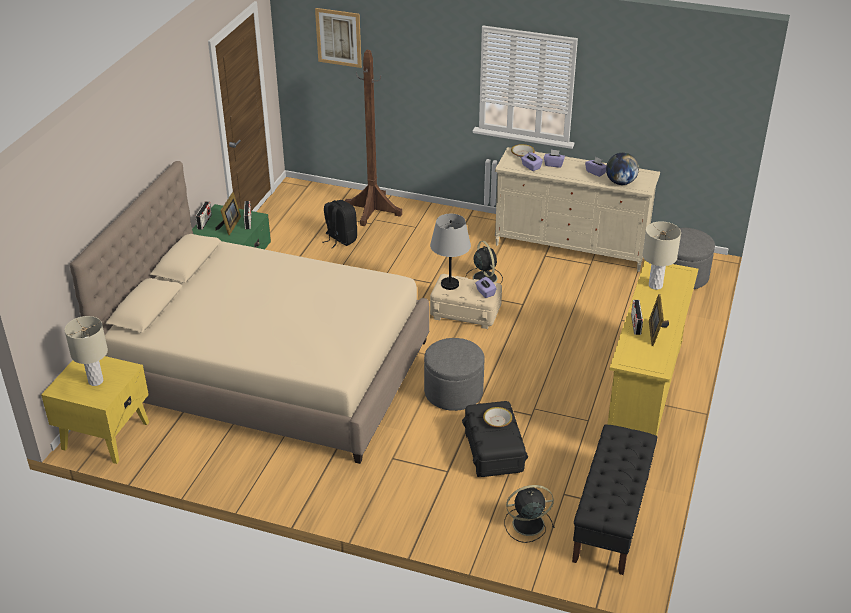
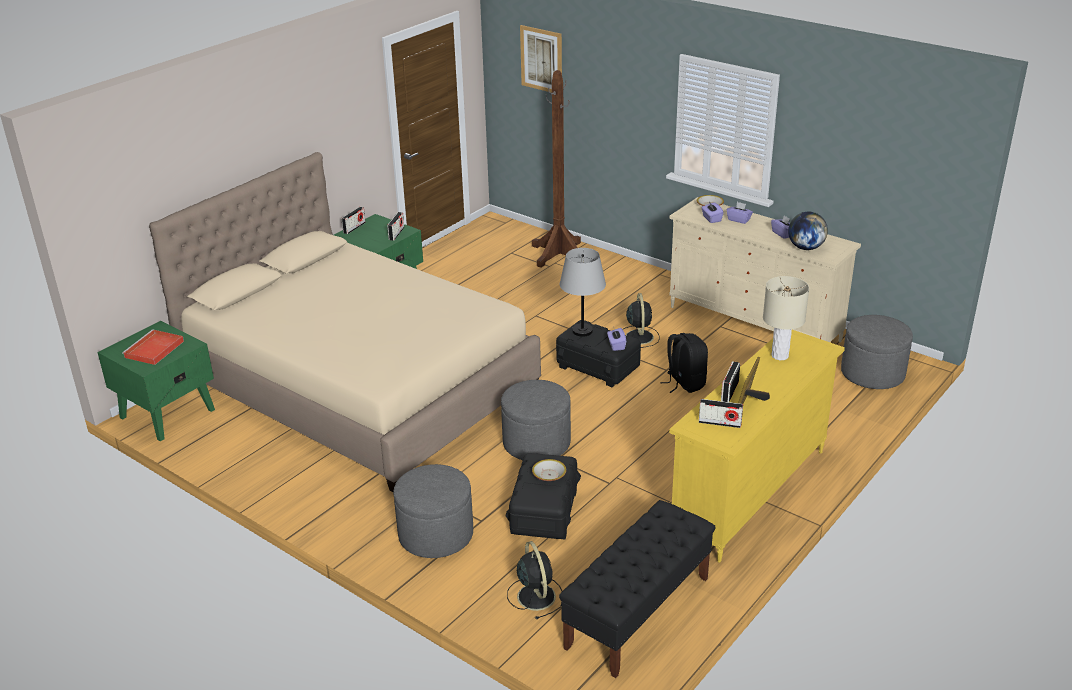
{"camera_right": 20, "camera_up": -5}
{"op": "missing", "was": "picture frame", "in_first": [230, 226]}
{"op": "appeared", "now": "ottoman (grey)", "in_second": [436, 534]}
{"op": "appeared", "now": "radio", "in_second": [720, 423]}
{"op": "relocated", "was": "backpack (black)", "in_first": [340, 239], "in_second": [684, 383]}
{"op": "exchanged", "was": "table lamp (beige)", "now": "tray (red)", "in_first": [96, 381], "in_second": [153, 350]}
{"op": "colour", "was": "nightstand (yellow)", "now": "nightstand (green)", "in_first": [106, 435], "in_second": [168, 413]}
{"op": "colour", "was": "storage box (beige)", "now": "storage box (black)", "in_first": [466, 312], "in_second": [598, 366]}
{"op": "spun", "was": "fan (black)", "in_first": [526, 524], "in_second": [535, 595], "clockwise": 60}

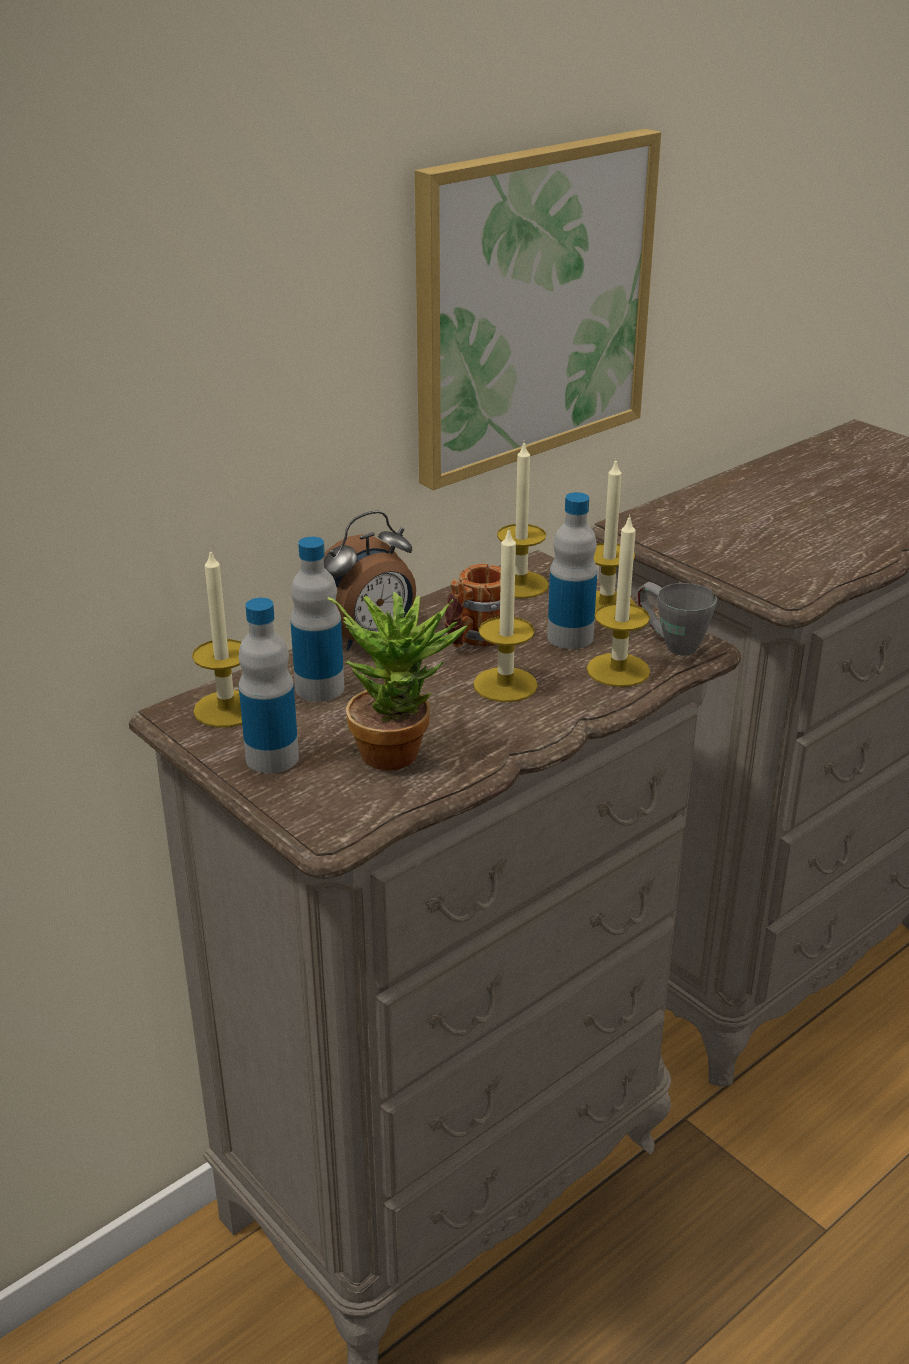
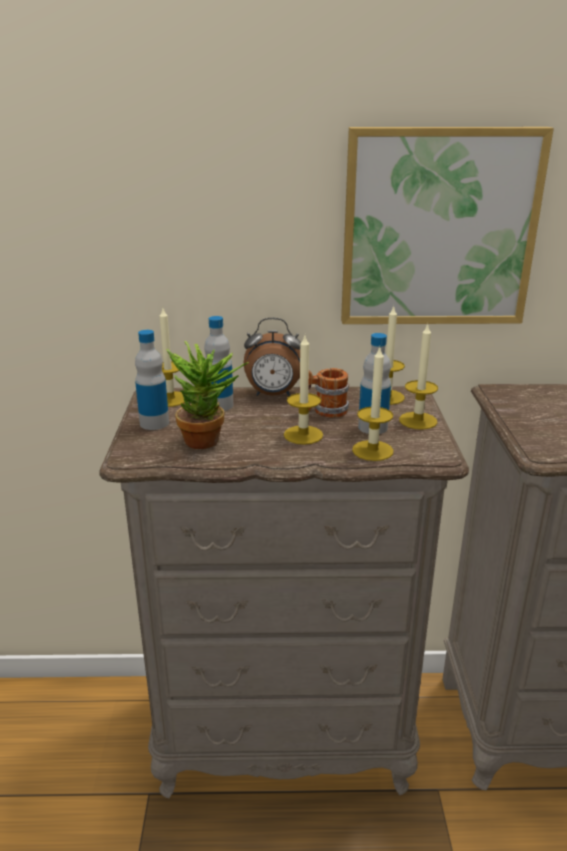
{"camera_right": 40, "camera_up": -5}
{"op": "missing", "was": "mug (grey)", "in_first": [670, 643]}

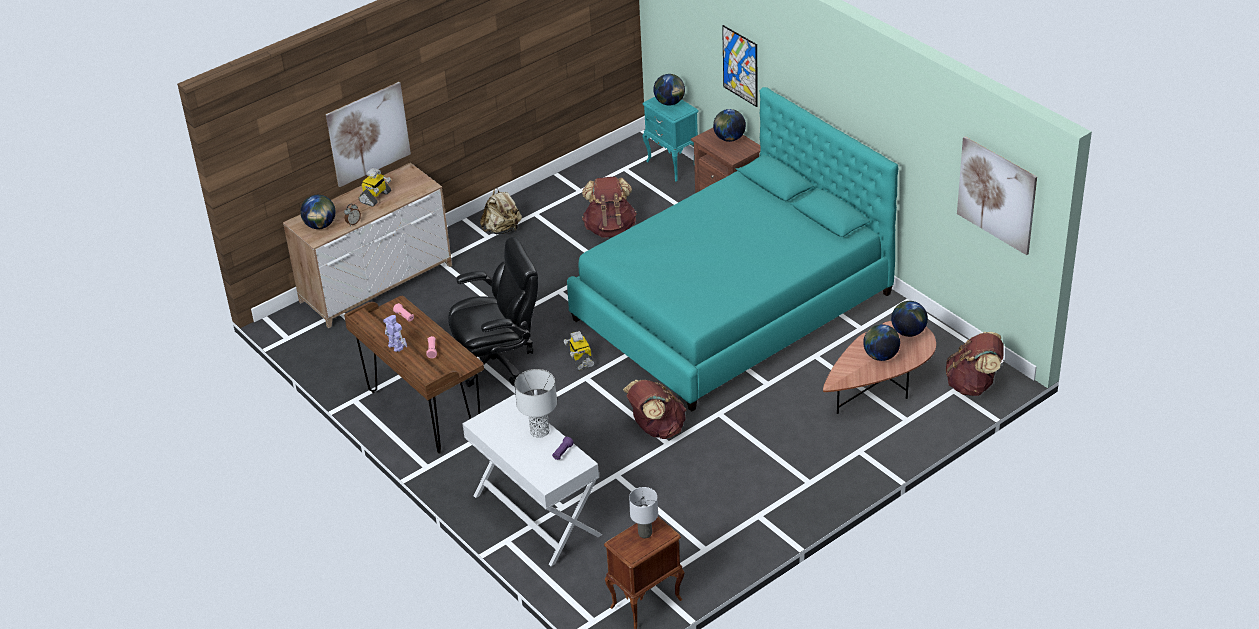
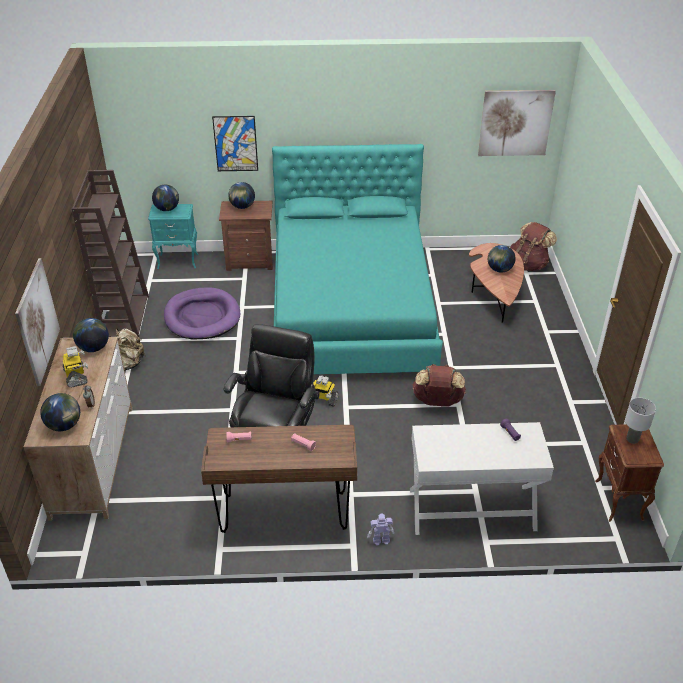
{"camera_right": -55, "camera_up": 0}
{"op": "missing", "was": "table lamp (white)", "in_first": [539, 431]}
{"op": "appeared", "now": "bookcase (brown)", "in_second": [125, 316]}
{"op": "relocated", "was": "toy robot", "in_first": [396, 346], "in_second": [380, 540]}
{"op": "relocated", "was": "globe", "in_first": [908, 332], "in_second": [93, 348]}
{"op": "exchanged", "was": "backpack (brown)", "now": "dog bed (purple)", "in_first": [610, 228], "in_second": [202, 317]}

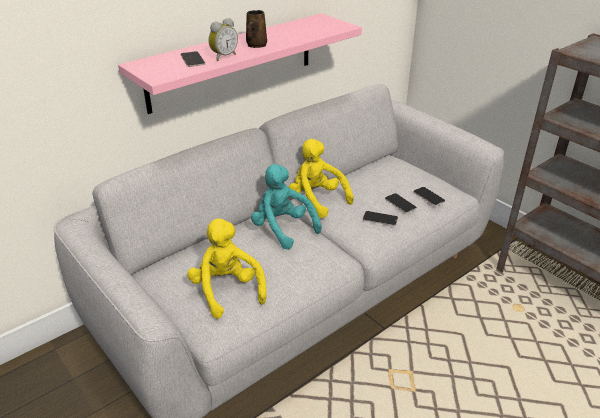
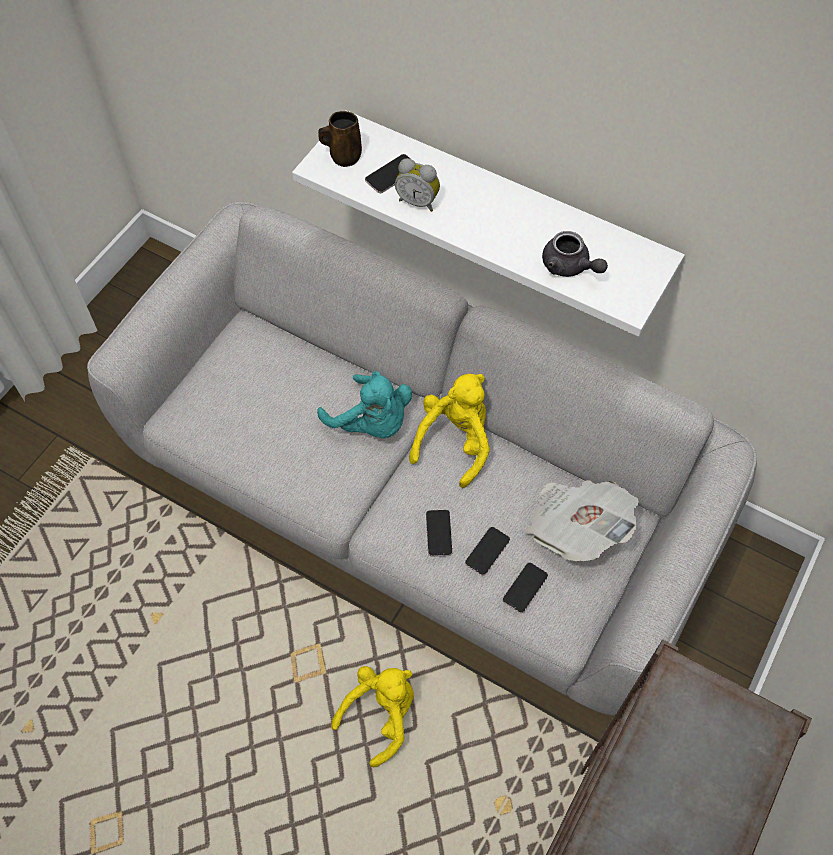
{"camera_right": 70, "camera_up": 25}
{"op": "appeared", "now": "newspaper", "in_second": [576, 527]}
{"op": "appeared", "now": "teapot (grey)", "in_second": [569, 267]}
{"op": "relocated", "was": "plush toy (yellow)", "in_first": [227, 290], "in_second": [381, 714]}
{"op": "relocated", "was": "mug (brown)", "in_first": [256, 45], "in_second": [343, 156]}
{"op": "colour", "was": "shelf (pink)", "now": "shelf (white)", "in_first": [232, 62], "in_second": [504, 207]}
{"op": "spun", "was": "plush toy (turquoise)", "in_first": [282, 229], "in_second": [371, 423], "clockwise": 105}

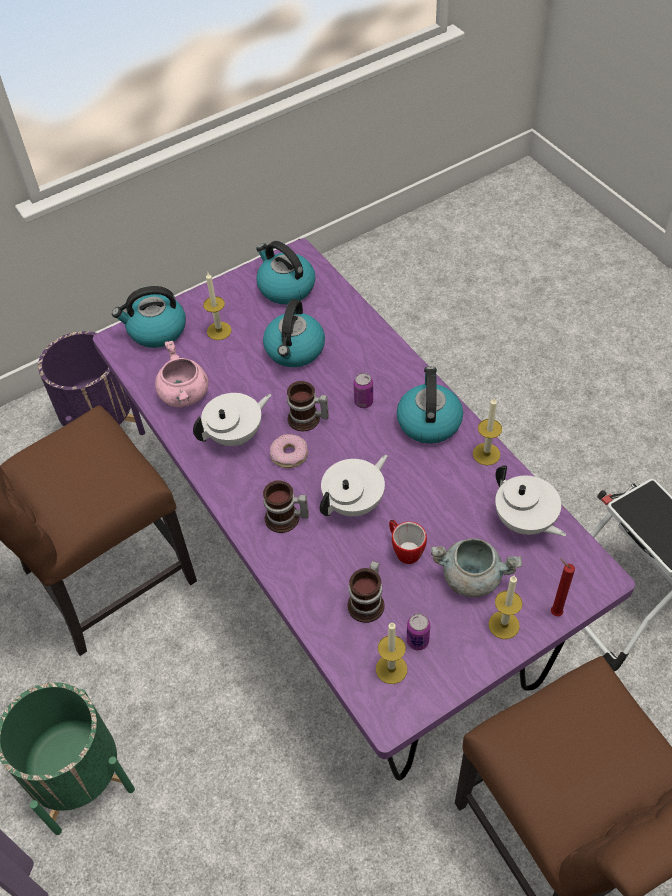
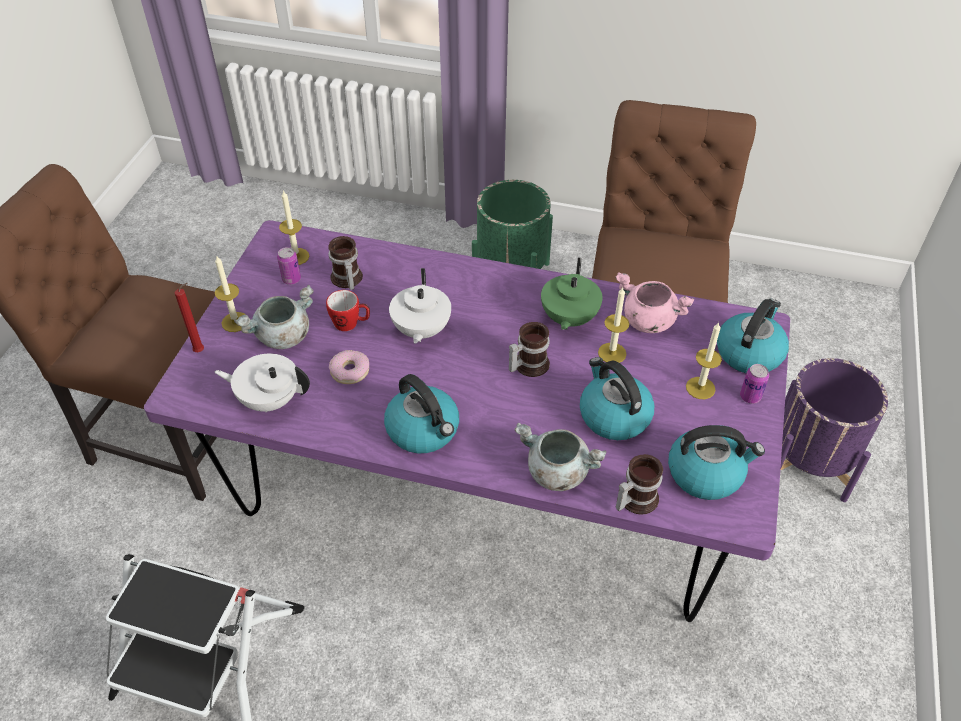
{"camera_right": 135, "camera_up": -5}
{"op": "appeared", "now": "cooking pot (grey)", "in_second": [556, 472]}
{"op": "relocated", "was": "mug", "in_first": [285, 520], "in_second": [634, 498]}
{"op": "relocated", "was": "donut", "in_first": [289, 455], "in_second": [350, 371]}
{"op": "relocated", "was": "can", "in_first": [363, 402], "in_second": [750, 397]}
{"op": "relocated", "was": "candle", "in_first": [486, 454], "in_second": [612, 353]}
{"op": "colour", "was": "teapot (white)", "now": "teapot (green)", "in_first": [236, 435], "in_second": [568, 319]}

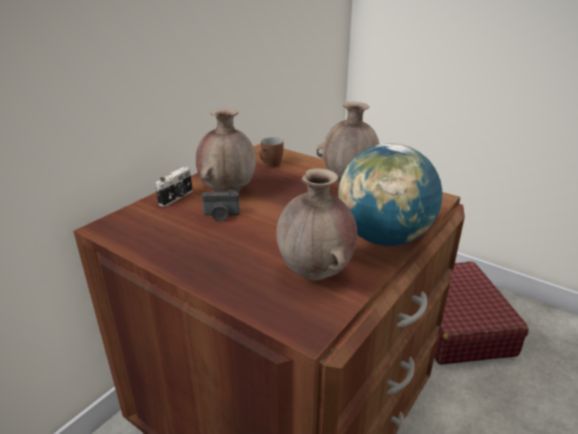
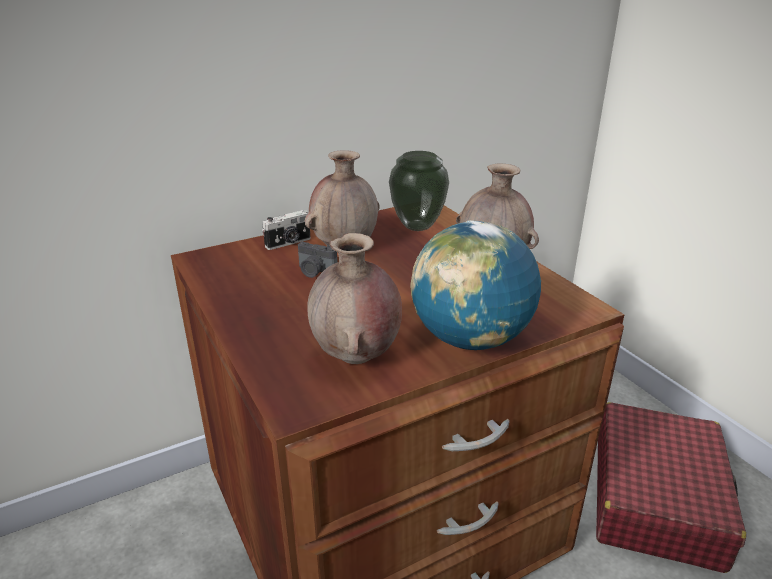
{"camera_right": 25, "camera_up": 0}
{"op": "exchanged", "was": "mug (brown)", "now": "vase", "in_first": [270, 165], "in_second": [417, 227]}

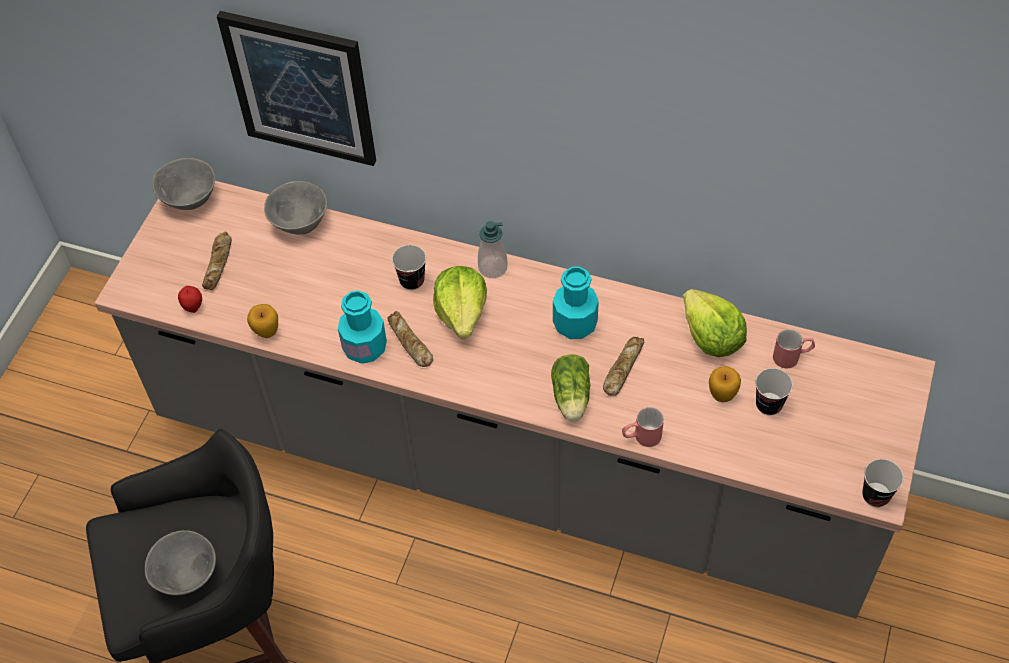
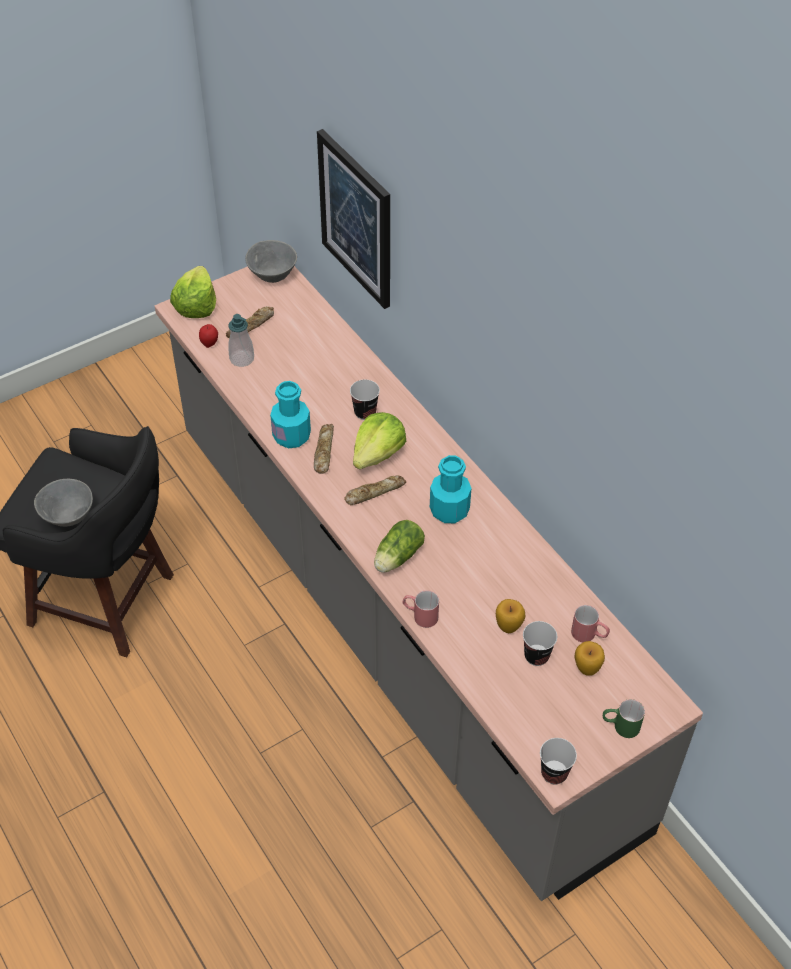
{"camera_right": 35, "camera_up": -5}
{"op": "missing", "was": "bowl (grey)", "in_first": [300, 221]}
{"op": "appeared", "now": "mug (green)", "in_second": [620, 726]}
{"op": "relocated", "was": "apple", "in_first": [266, 332], "in_second": [587, 668]}
{"op": "relocated", "was": "soap dispenser", "in_first": [492, 267], "in_second": [242, 359]}
{"op": "relocated", "was": "bread", "in_first": [622, 368], "in_second": [374, 492]}
{"op": "relocated", "was": "lettuce", "in_first": [711, 337], "in_second": [195, 305]}

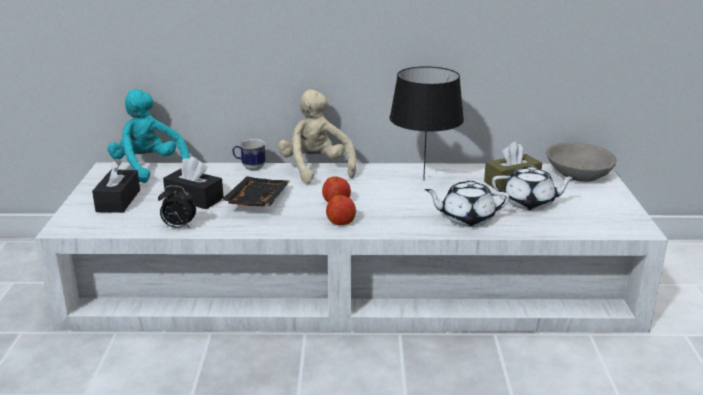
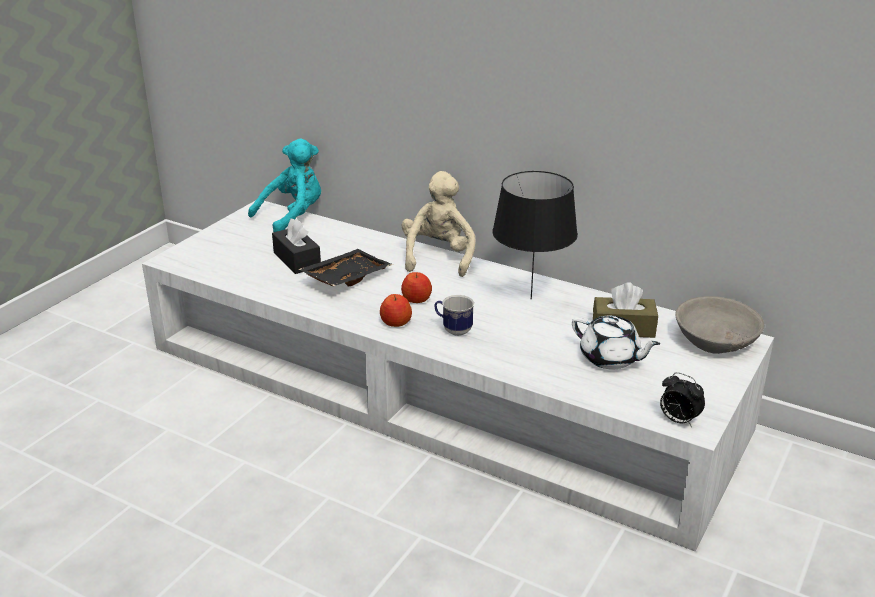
{"camera_right": 30, "camera_up": 5}
{"op": "missing", "was": "tissue box (black)", "in_first": [118, 201]}
{"op": "missing", "was": "teapot (white)", "in_first": [466, 218]}
{"op": "relocated", "was": "alarm clock", "in_first": [178, 227], "in_second": [678, 420]}
{"op": "relocated", "was": "mug", "in_first": [250, 167], "in_second": [453, 329]}
{"op": "spun", "was": "plush toy (turquoise)", "in_first": [149, 168], "in_second": [293, 217], "clockwise": 60}

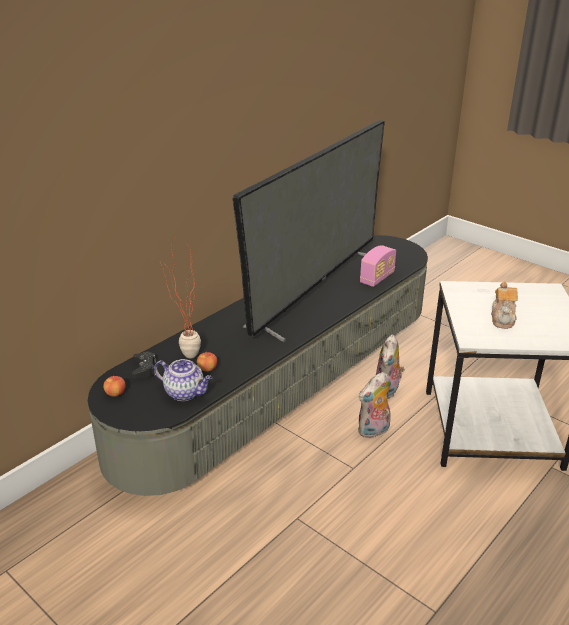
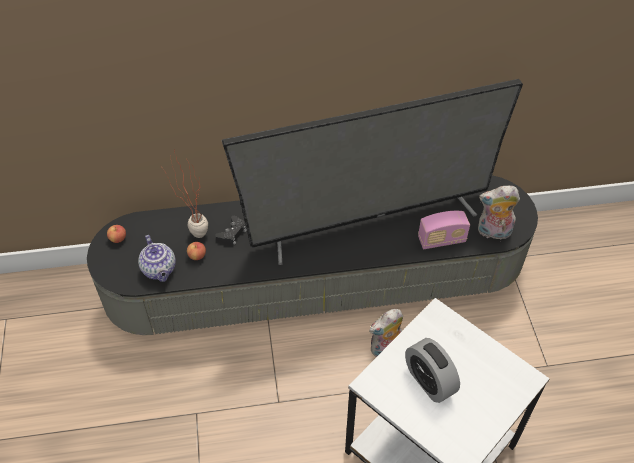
{"camera_right": 40, "camera_up": 20}
{"op": "relocated", "was": "game controller (black)", "in_first": [144, 369], "in_second": [232, 233]}
{"op": "relocated", "was": "plush toy", "in_first": [374, 431], "in_second": [493, 232]}
{"op": "exchanged", "was": "teapot", "now": "alarm clock", "in_first": [503, 319], "in_second": [429, 381]}

